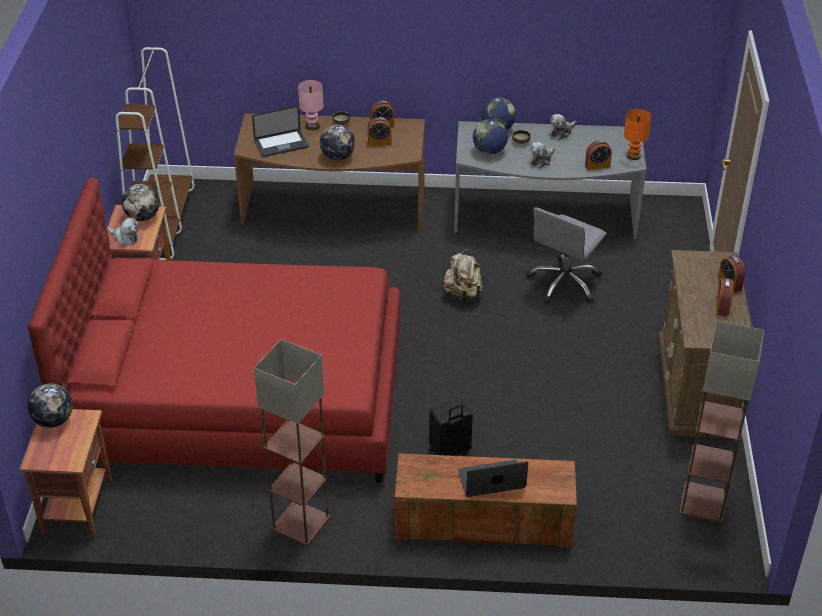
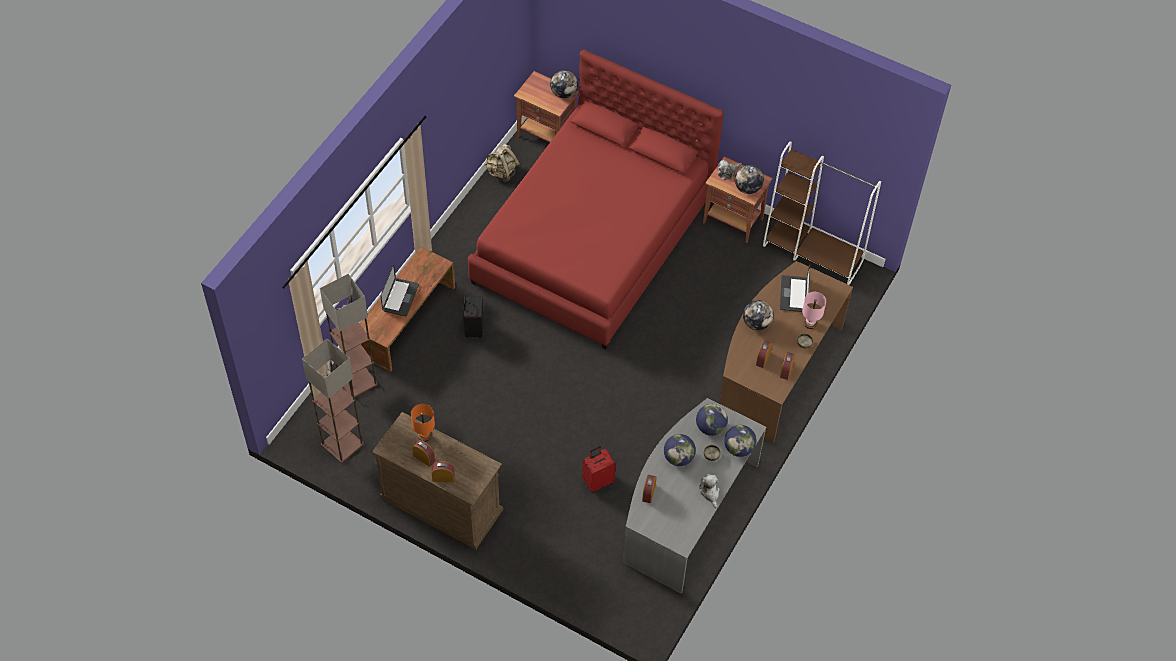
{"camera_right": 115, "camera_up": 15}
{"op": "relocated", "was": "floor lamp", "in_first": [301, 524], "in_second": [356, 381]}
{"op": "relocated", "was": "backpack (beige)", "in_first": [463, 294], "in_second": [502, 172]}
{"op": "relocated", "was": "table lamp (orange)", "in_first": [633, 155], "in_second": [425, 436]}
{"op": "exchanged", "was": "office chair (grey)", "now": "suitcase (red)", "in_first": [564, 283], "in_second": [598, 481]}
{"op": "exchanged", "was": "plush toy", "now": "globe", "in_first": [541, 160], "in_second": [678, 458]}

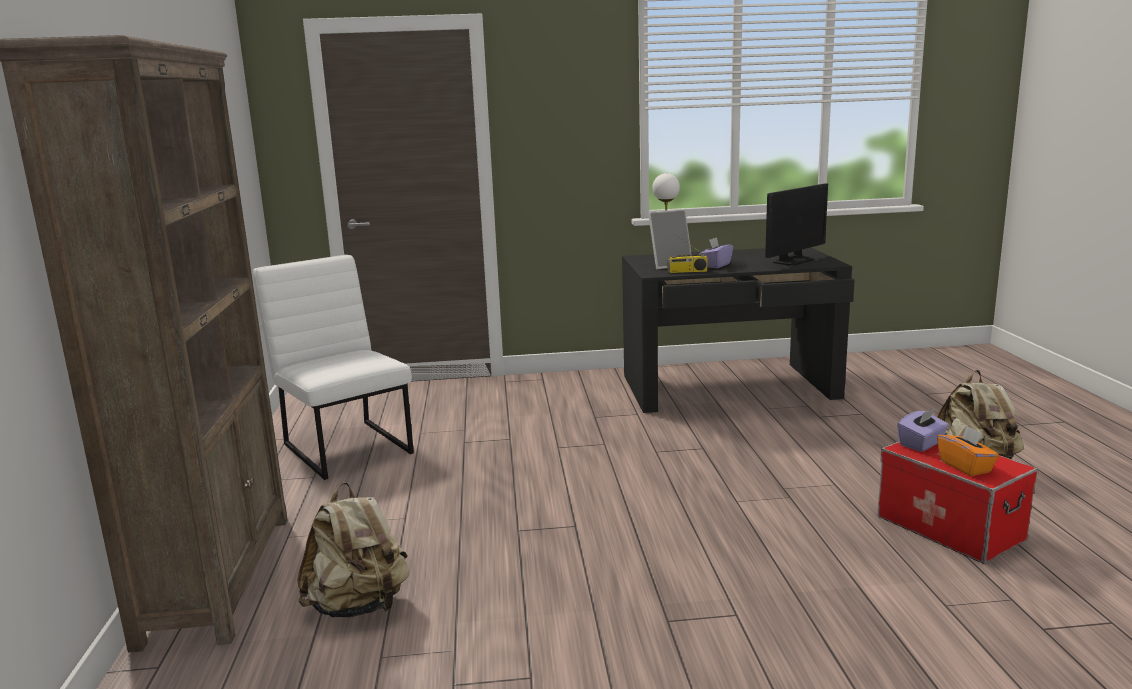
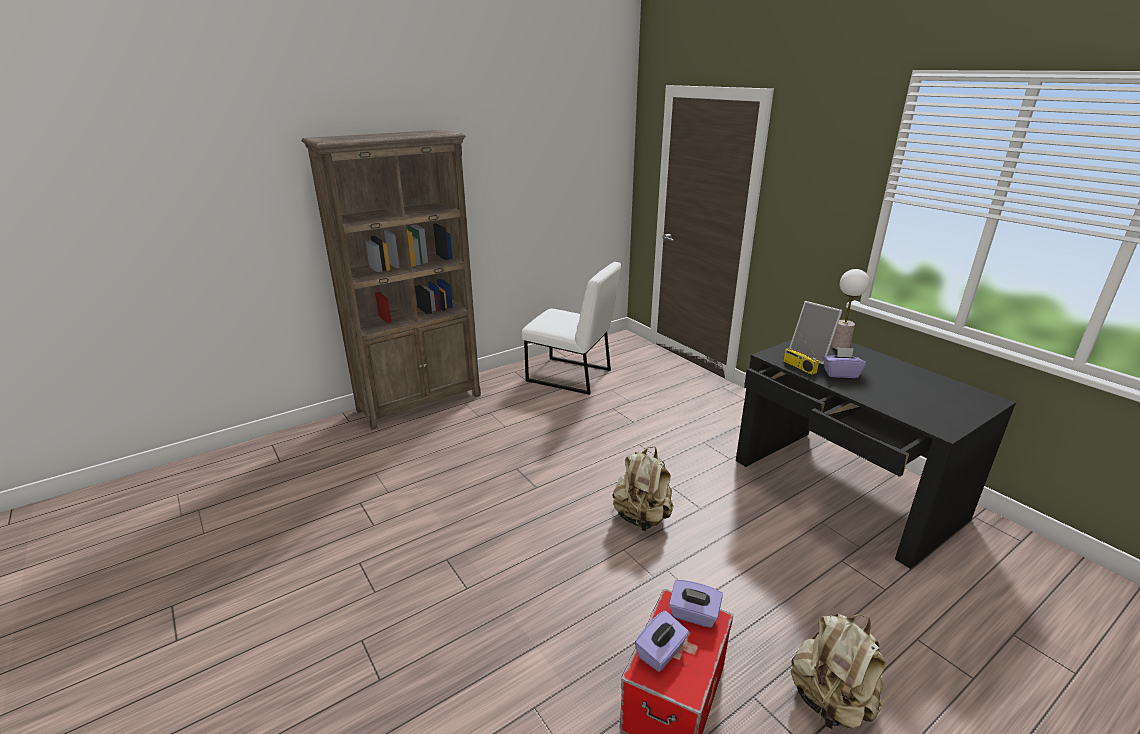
{"camera_right": 60, "camera_up": 10}
{"op": "missing", "was": "monitor", "in_first": [793, 261]}
{"op": "relocated", "was": "backpack (beige)", "in_first": [359, 606], "in_second": [642, 518]}
{"op": "colour", "was": "tissue box (orange)", "now": "tissue box (purple)", "in_first": [965, 467], "in_second": [661, 652]}
{"op": "spun", "was": "chair (white)", "in_first": [346, 447], "in_second": [571, 376], "clockwise": 90}

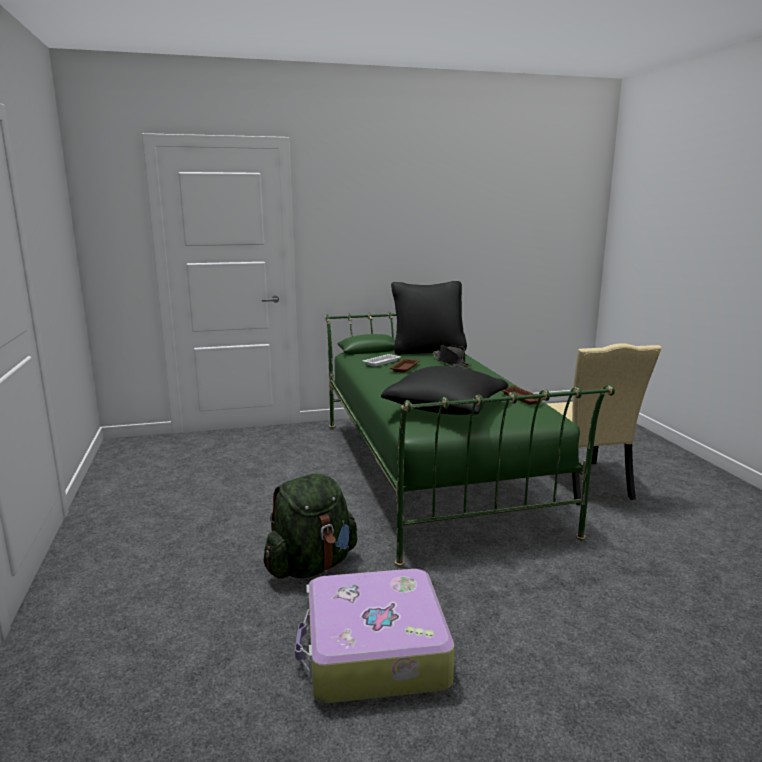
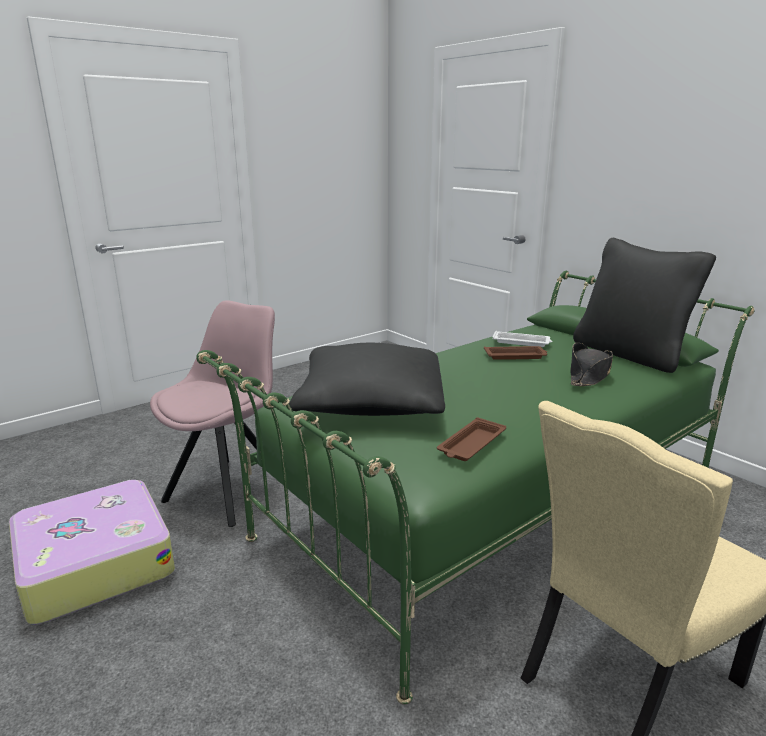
{"camera_right": 65, "camera_up": 5}
{"op": "exchanged", "was": "backpack (green)", "now": "chair (pink)", "in_first": [311, 566], "in_second": [228, 490]}

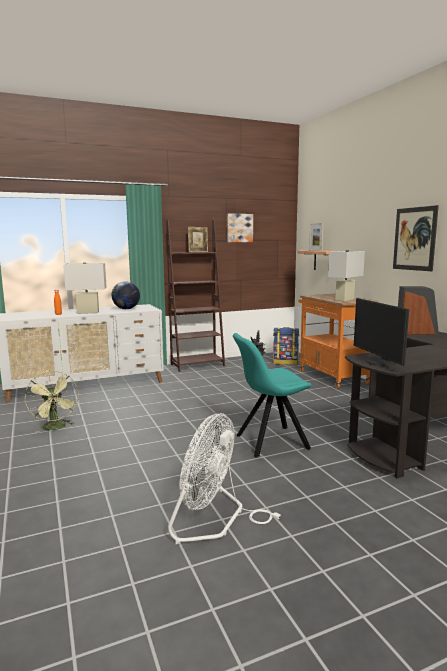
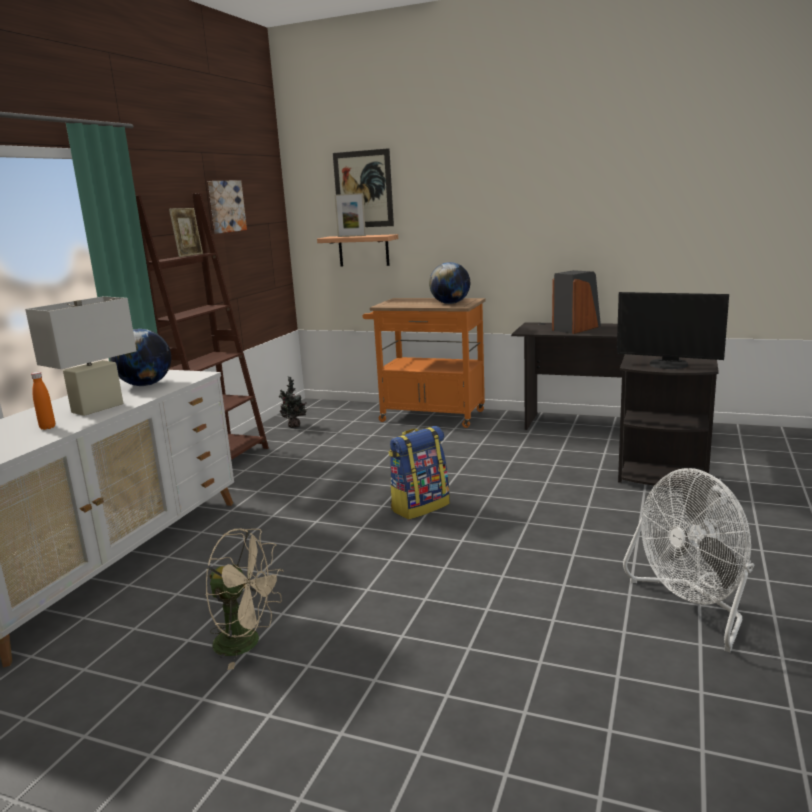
{"camera_right": -45, "camera_up": 5}
{"op": "missing", "was": "chair (turquoise)", "in_first": [271, 442]}
{"op": "relocated", "was": "backpack", "in_first": [285, 362], "in_second": [420, 507]}
{"op": "relocated", "was": "picture", "in_first": [414, 239], "in_second": [363, 189]}
{"op": "exchanged", "was": "table lamp (white)", "now": "globe", "in_first": [344, 300], "in_second": [450, 303]}
{"op": "colour", "was": "fan (green)", "now": "fan (beige)", "in_first": [56, 428], "in_second": [247, 643]}

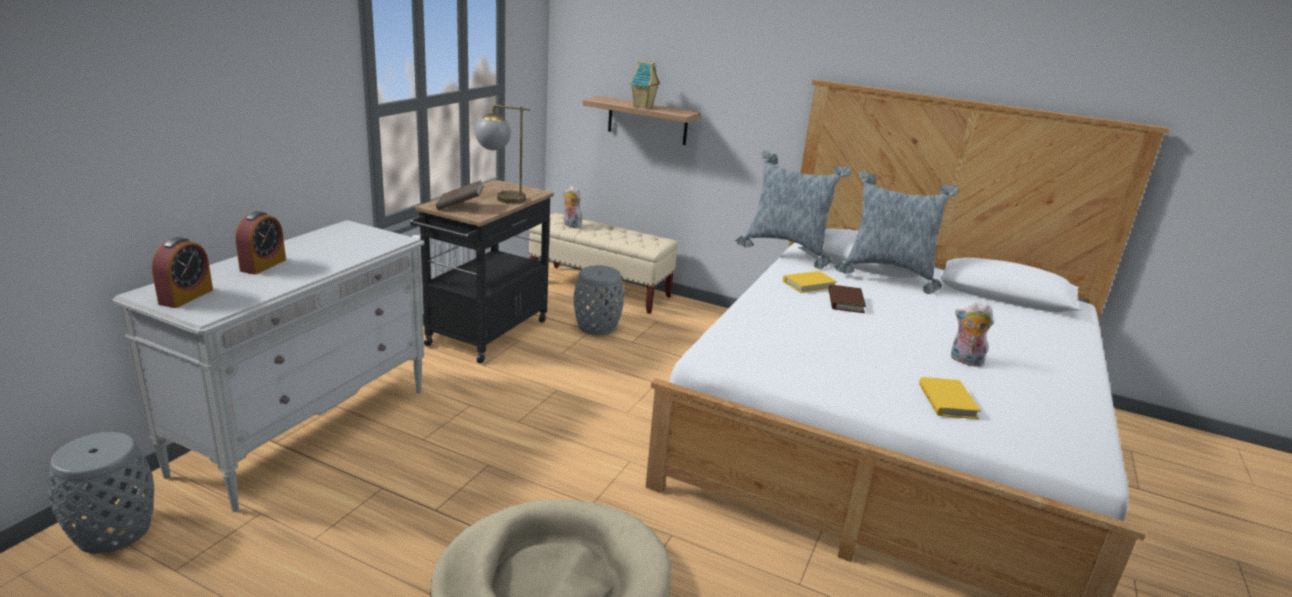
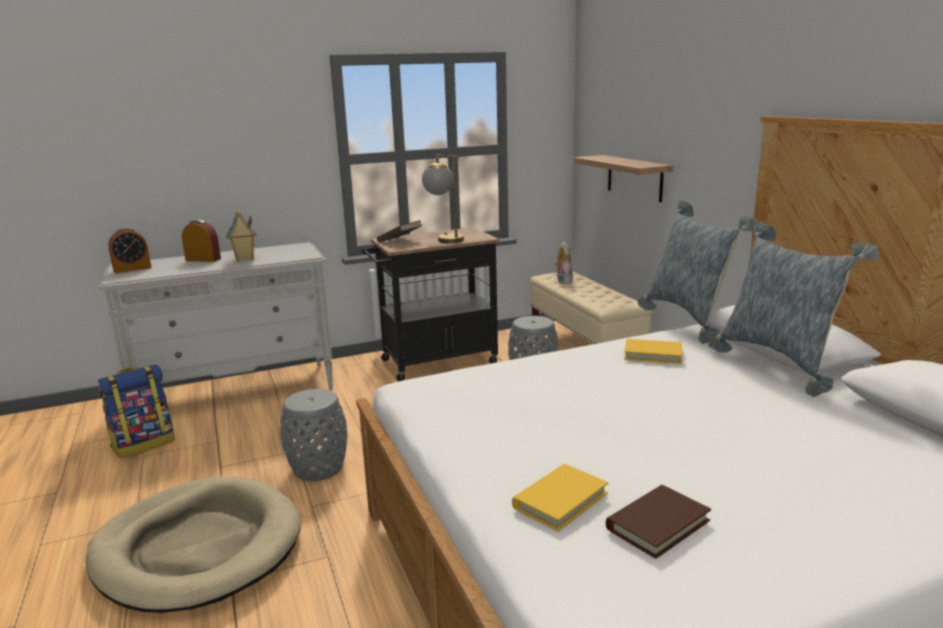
{"camera_right": 45, "camera_up": -5}
{"op": "missing", "was": "plush toy", "in_first": [965, 361]}
{"op": "appeared", "now": "backpack", "in_second": [144, 444]}
{"op": "relocated", "was": "stool (grey)", "in_first": [114, 532], "in_second": [318, 468]}
{"op": "relocated", "was": "toy house", "in_first": [643, 107], "in_second": [244, 259]}
{"op": "relocated", "was": "book (brown)", "in_first": [845, 301], "in_second": [657, 524]}
{"op": "spun", "was": "alarm clock", "in_first": [263, 265], "in_second": [203, 259], "clockwise": -135}

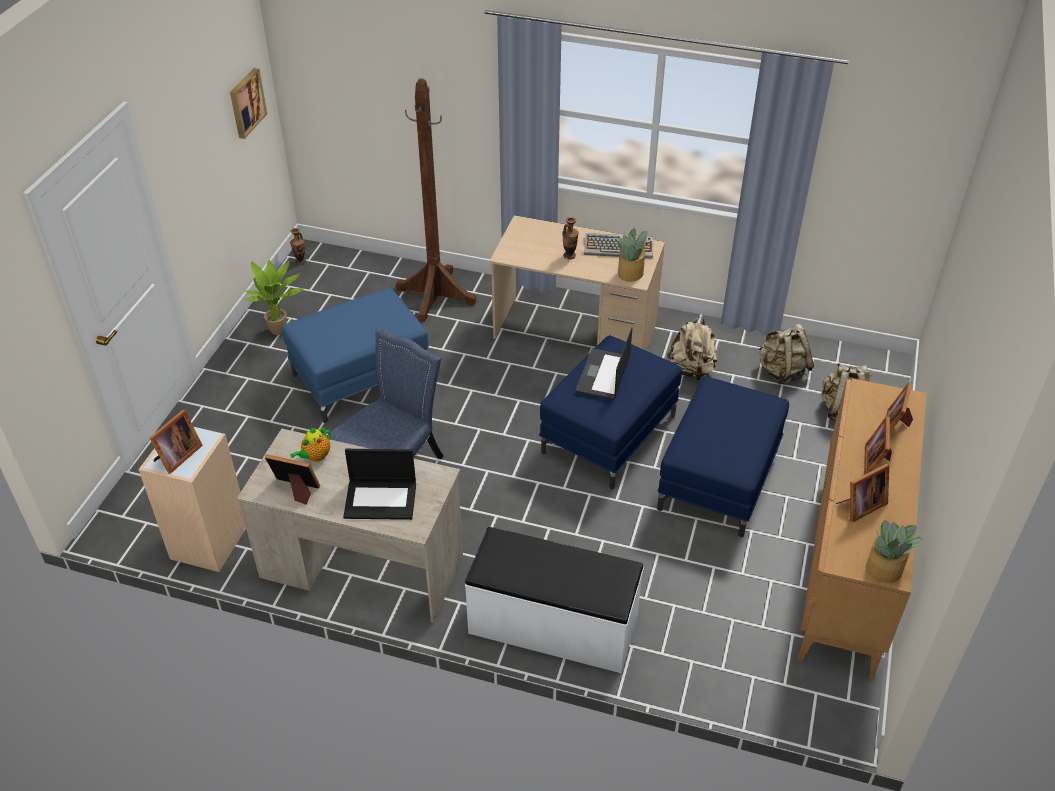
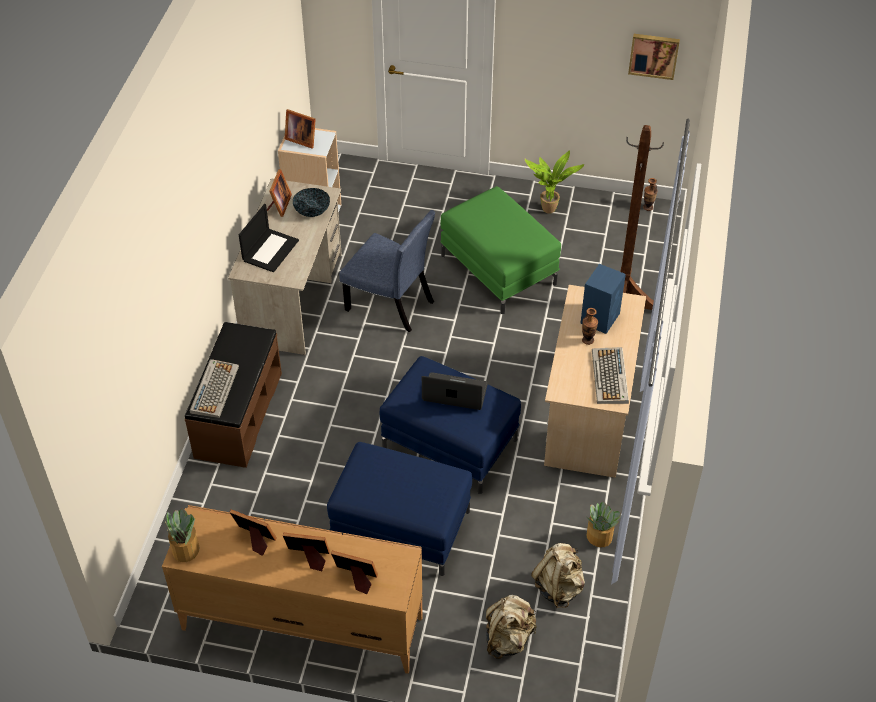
{"camera_right": 85, "camera_up": 5}
{"op": "missing", "was": "backpack (beige)", "in_first": [691, 370]}
{"op": "appeared", "now": "keyboard", "in_second": [214, 389]}
{"op": "appeared", "now": "speaker (blue)", "in_second": [600, 317]}
{"op": "relocated", "was": "potted plant", "in_first": [631, 273], "in_second": [599, 537]}
{"op": "exchanged", "was": "teapot", "now": "bowl", "in_first": [315, 457], "in_second": [312, 210]}
{"op": "colour", "was": "ottoman (blue)", "now": "ottoman (green)", "in_first": [361, 378], "in_second": [497, 269]}
{"op": "colour", "was": "bench (white)", "now": "bench (brown)", "in_first": [553, 626], "in_second": [237, 415]}
{"op": "spun", "was": "laptop", "in_first": [381, 499], "in_second": [270, 250], "clockwise": -150}
{"op": "spun", "was": "picture frame", "in_first": [860, 506], "in_second": [255, 540], "clockwise": 150}

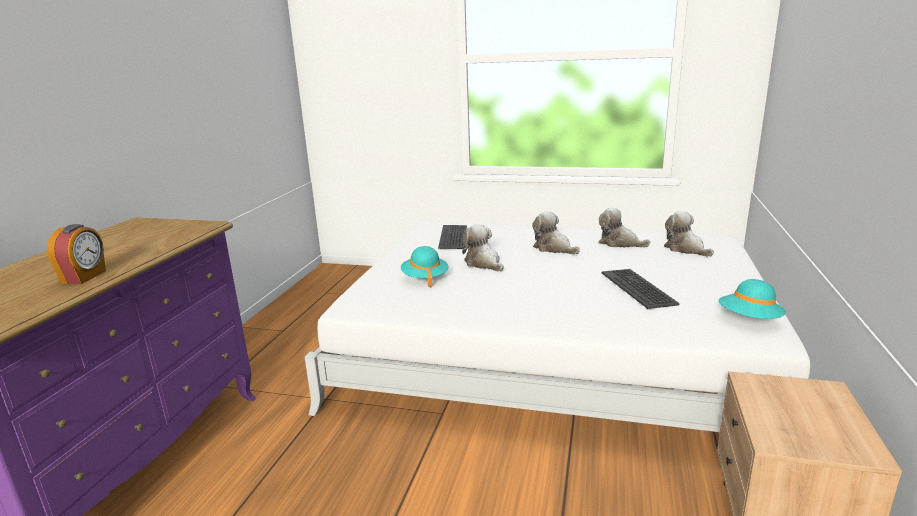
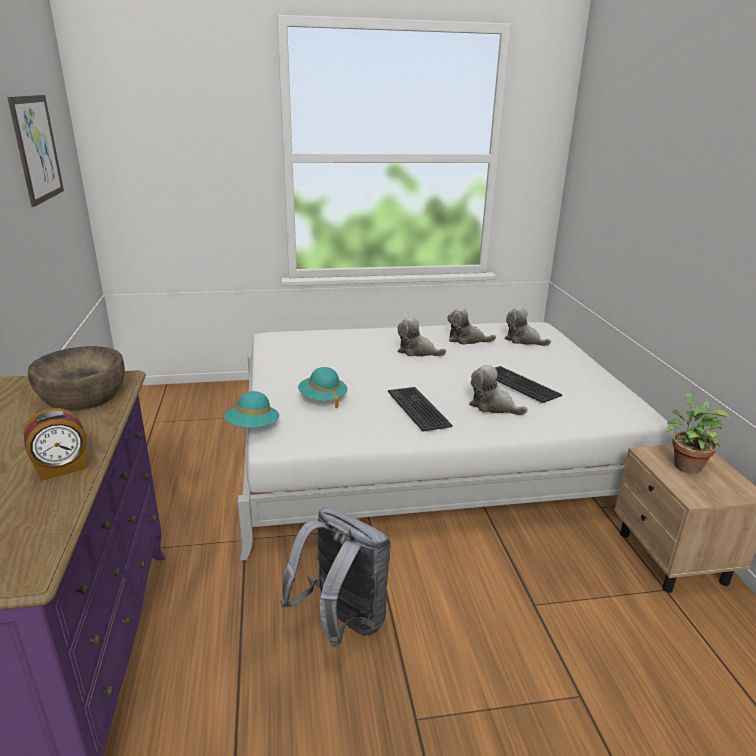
{"camera_right": -25, "camera_up": 5}
{"op": "appeared", "now": "picture", "in_second": [37, 148]}
{"op": "appeared", "now": "bowl (brown)", "in_second": [83, 396]}
{"op": "appeared", "now": "backpack (grey)", "in_second": [342, 623]}
{"op": "appeared", "now": "potted plant", "in_second": [684, 465]}
{"op": "relocated", "was": "keyboard", "in_first": [454, 237], "in_second": [419, 409]}
{"op": "relocated", "was": "plush toy", "in_first": [483, 263], "in_second": [493, 406]}
{"op": "relocated", "was": "hat (turquoise)", "in_first": [749, 320], "in_second": [253, 427]}
{"op": "spun", "was": "alarm clock", "in_first": [85, 277], "in_second": [62, 468], "clockwise": 75}

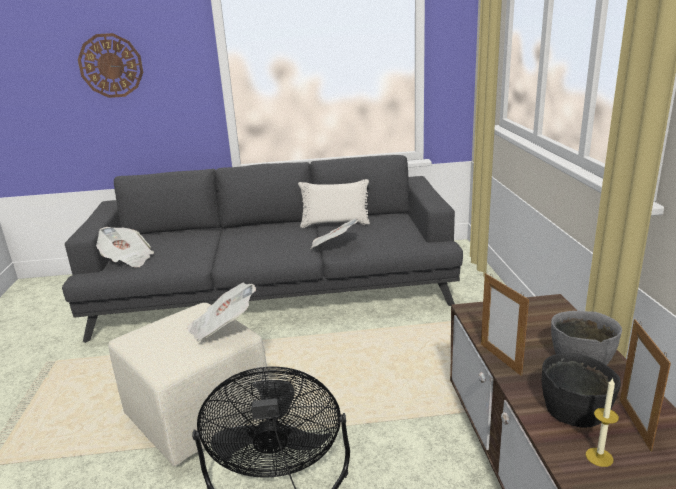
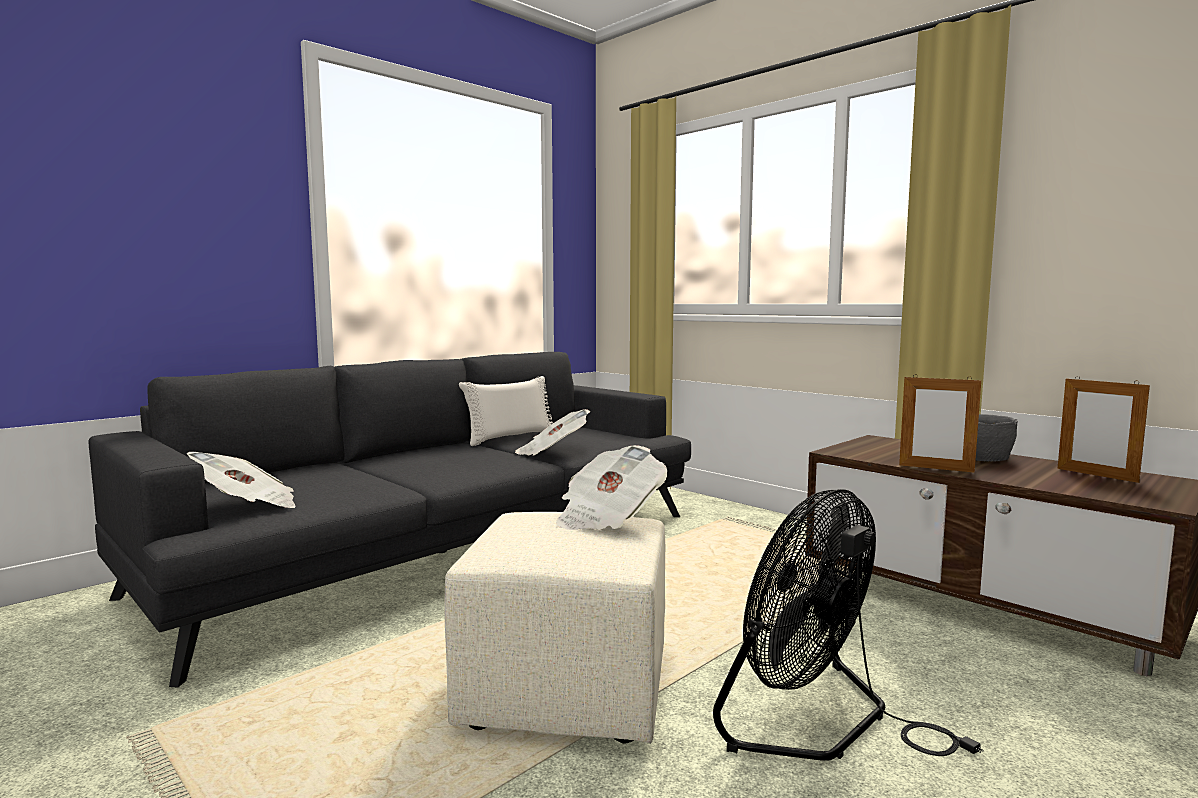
{"camera_right": -40, "camera_up": -15}
{"op": "missing", "was": "wall clock", "in_first": [111, 65]}
{"op": "missing", "was": "bowl (black)", "in_first": [575, 409]}
{"op": "missing", "was": "candle", "in_first": [599, 457]}

